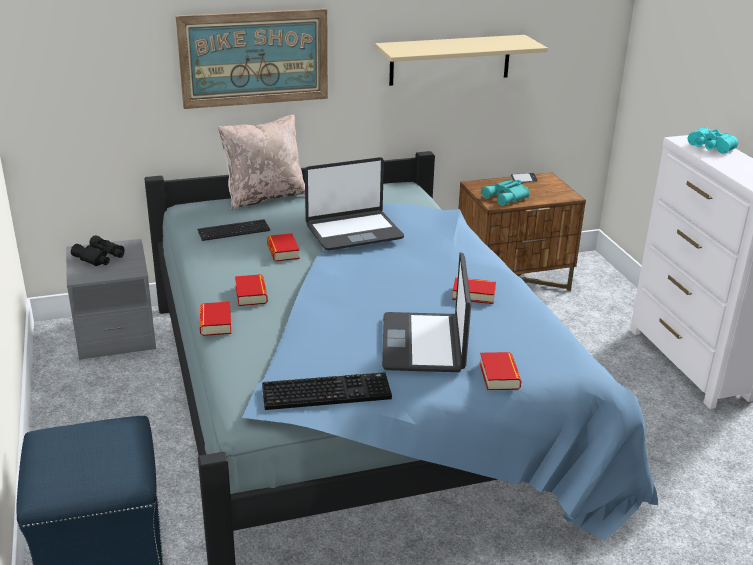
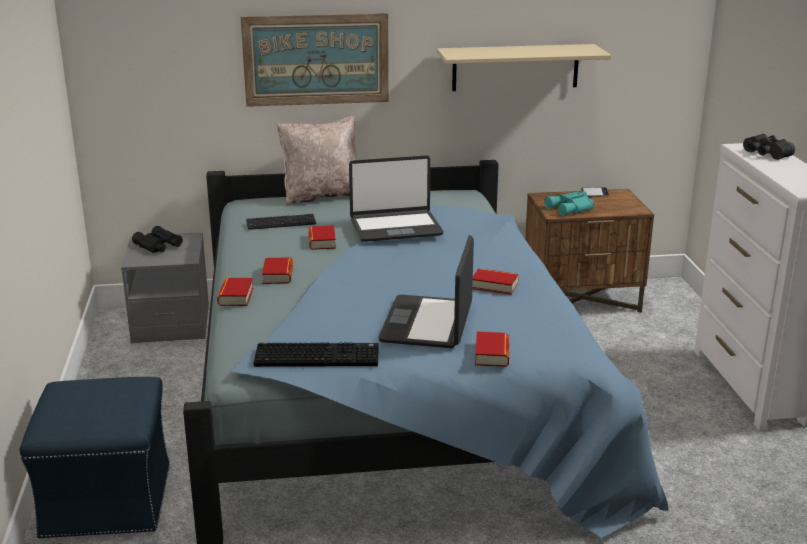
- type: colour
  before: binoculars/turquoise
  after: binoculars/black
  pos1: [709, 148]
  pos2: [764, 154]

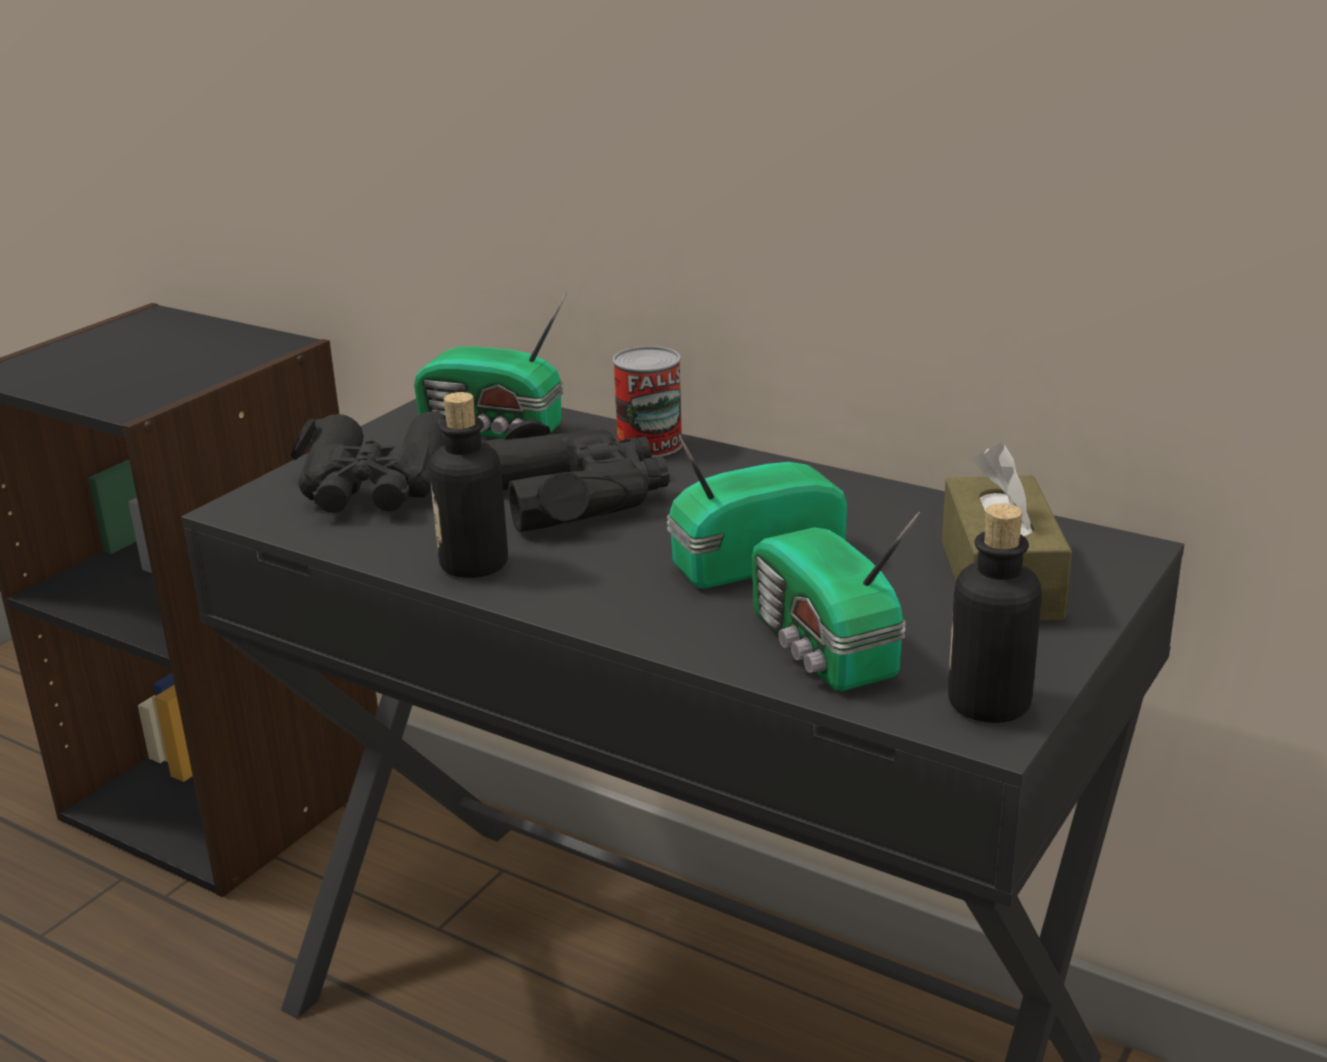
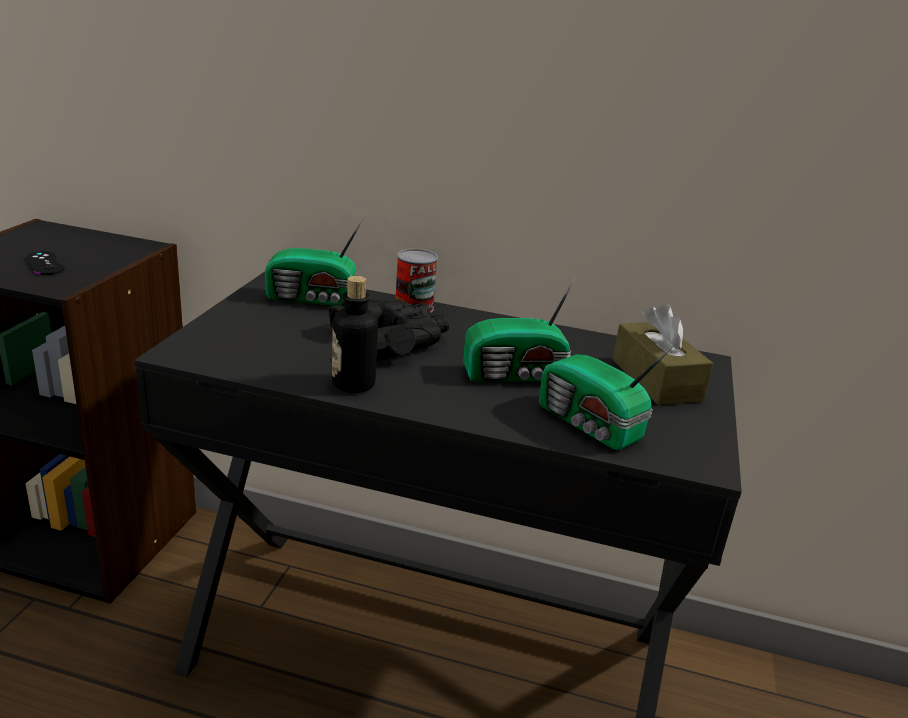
- type: missing
  before: binoculars/black
  pos1: [377, 486]
- type: spun
  before: radio
  pos1: [751, 561]
  pos2: [517, 375]
  turn: -150
- type: missing
  before: bottle
  pos1: [989, 703]
- type: appeared
  after: game controller/black
  pos2: [44, 263]

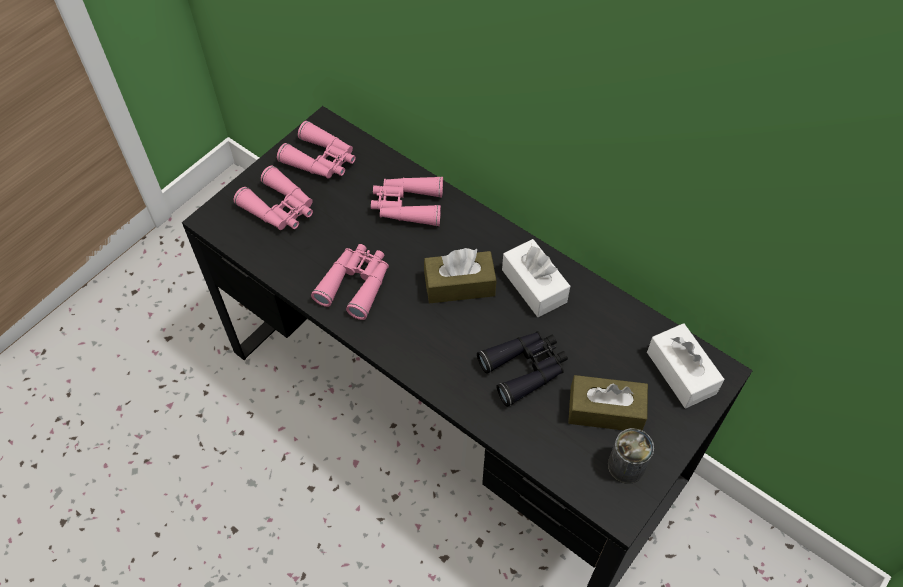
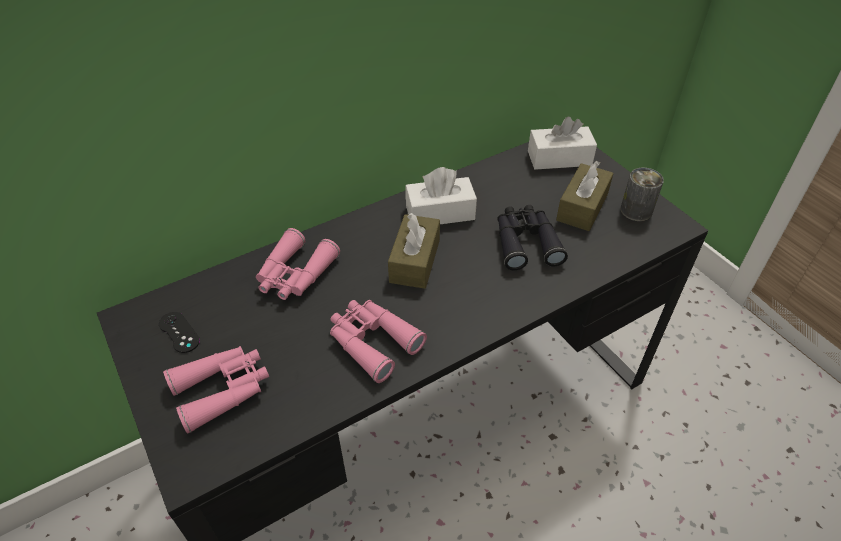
- type: exchanged
  before: binoculars/pink
  after: game controller/black
  pos1: [321, 160]
  pos2: [179, 332]

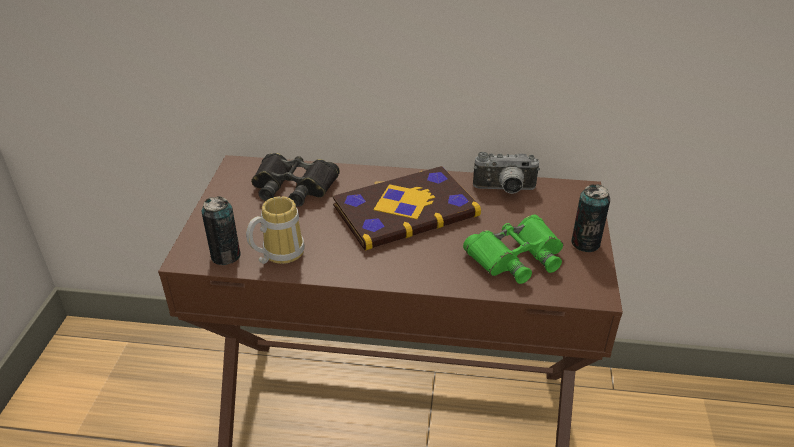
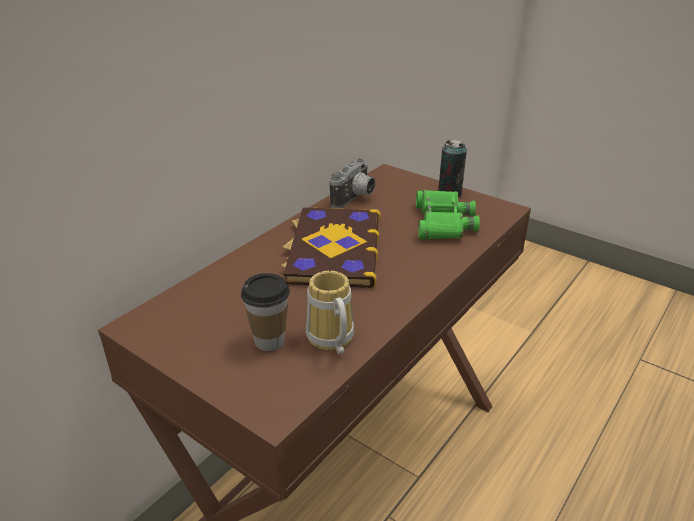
- type: missing
  before: can
  pos1: [226, 256]
- type: missing
  before: binoculars/black
  pos1: [293, 186]
- type: appeared
  after: cup
  pos2: [269, 341]

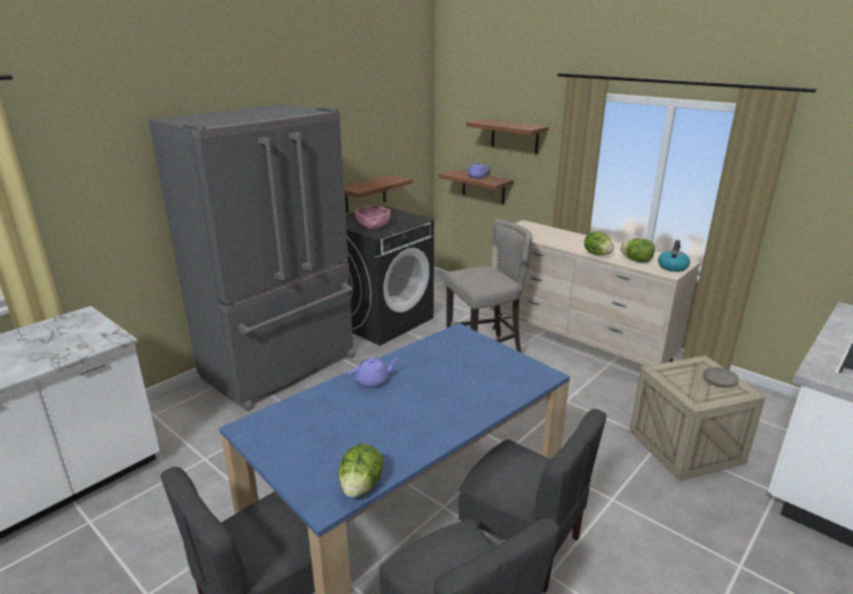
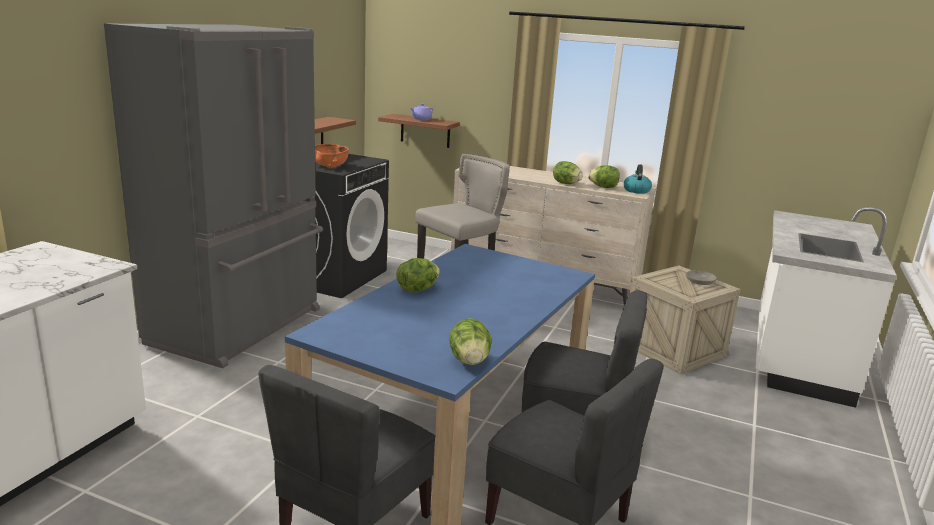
- type: exchanged
  before: teapot/purple
  after: lettuce
  pos1: [373, 381]
  pos2: [417, 290]
- type: colour
  before: bowl/pink
  after: bowl/orange
  pos1: [373, 226]
  pos2: [329, 166]
- type: missing
  before: shelf/brown
  pos1: [514, 136]

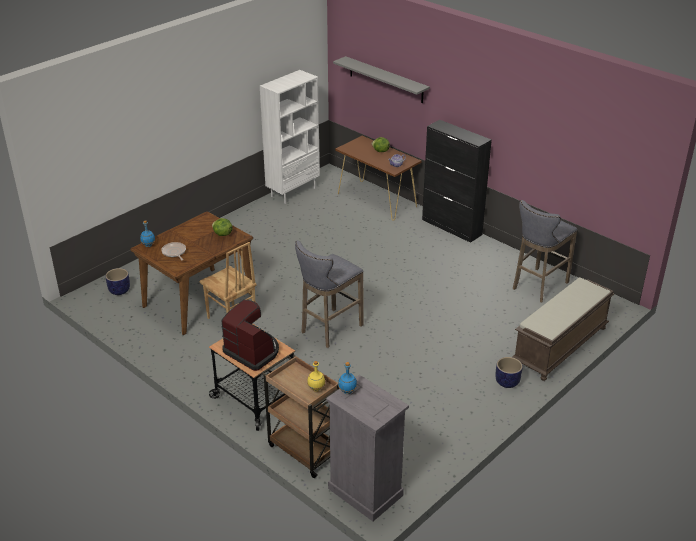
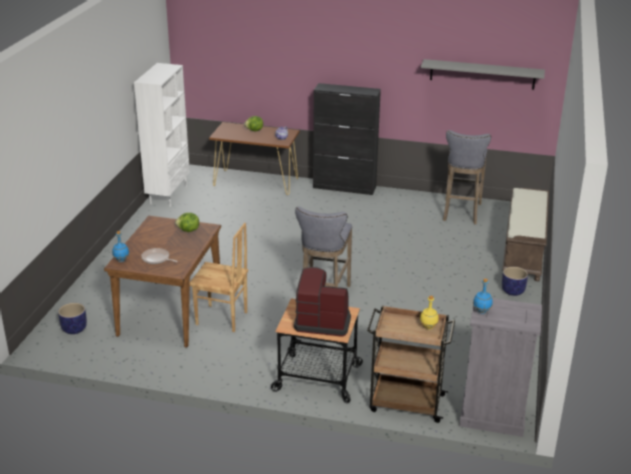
- type: relocated
  before: shelf/grey
  pos1: [386, 80]
  pos2: [482, 74]

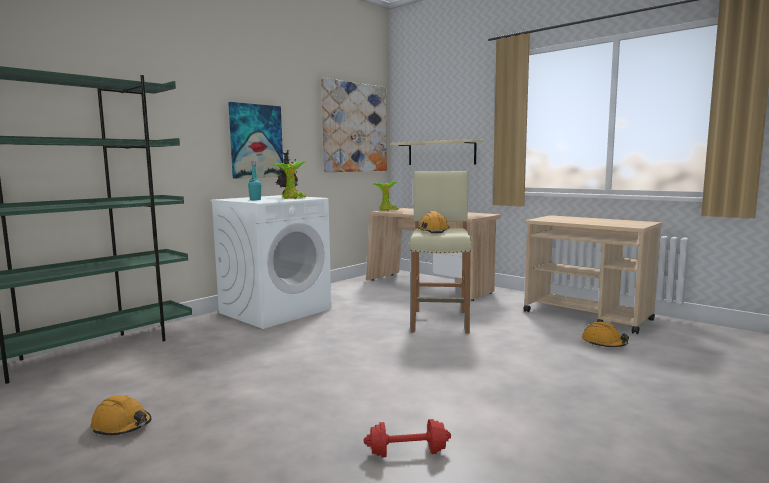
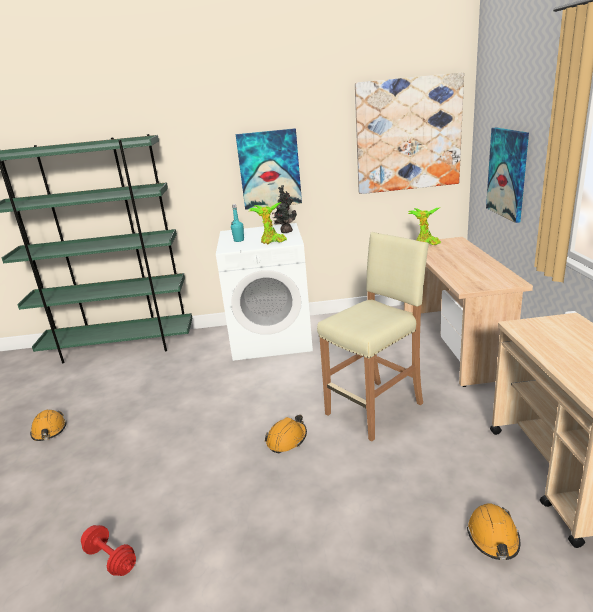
- type: exchanged
  before: shelf/beige
  after: picture
  pos1: [441, 153]
  pos2: [507, 173]
- type: relocated
  before: hard hat/orange
  pos1: [433, 230]
  pos2: [287, 439]

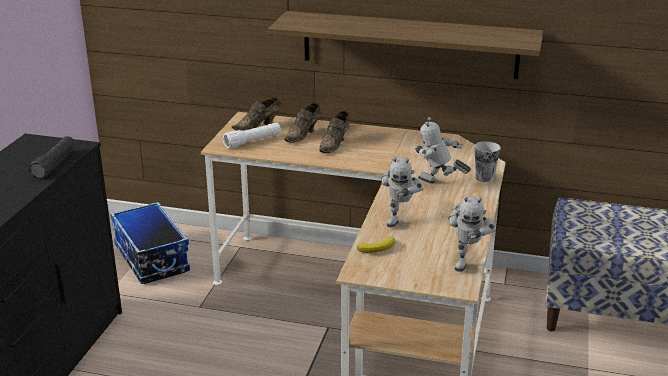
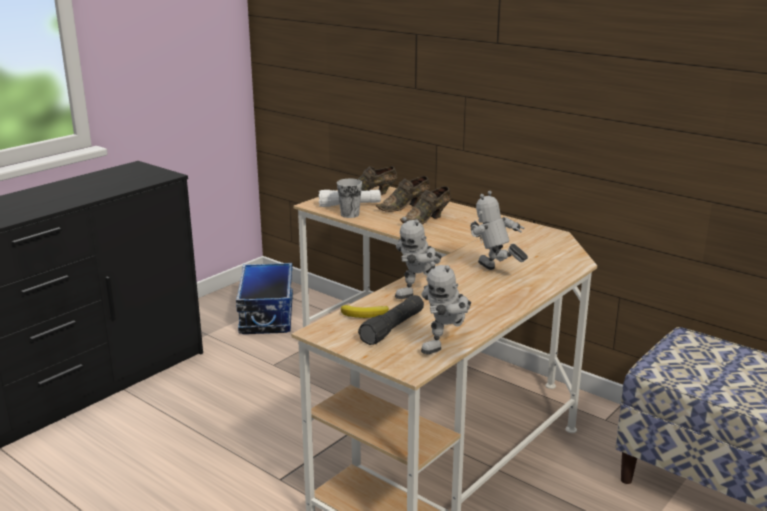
- type: relocated
  before: flashlight/black
  pos1: [55, 164]
  pos2: [393, 328]
- type: missing
  before: shelf
  pos1: [409, 44]
- type: relocated
  before: cup
  pos1: [484, 177]
  pos2: [350, 214]

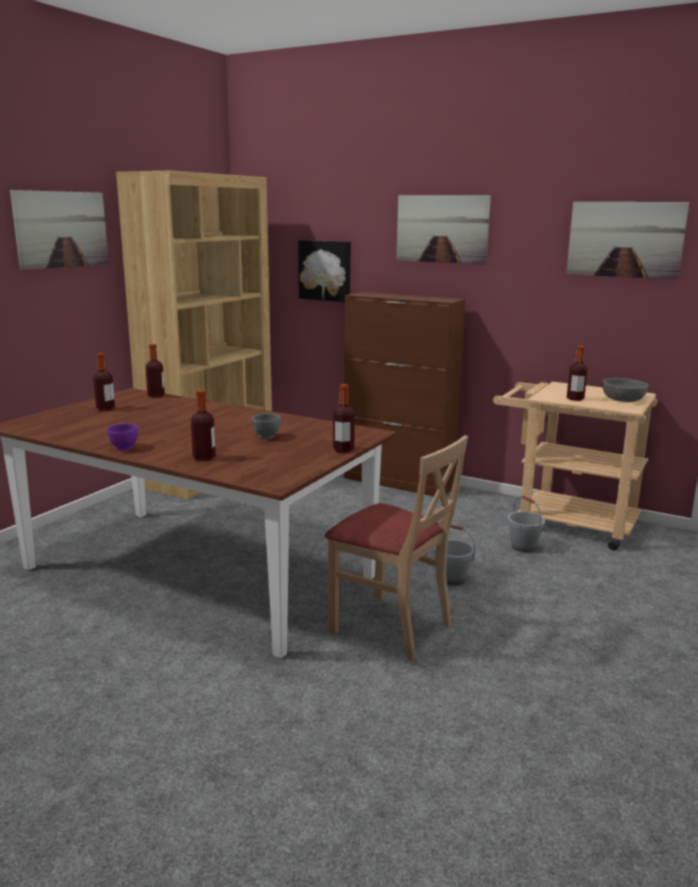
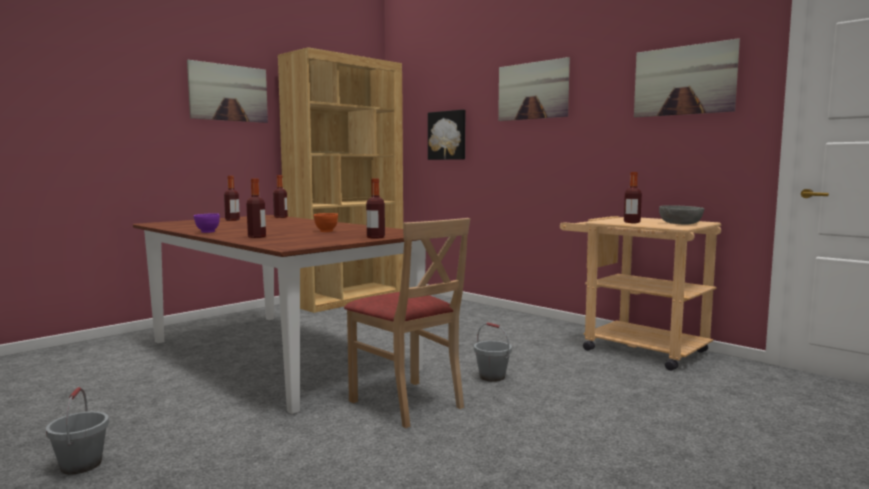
- type: colour
  before: bowl/grey
  after: bowl/orange
  pos1: [266, 436]
  pos2: [326, 231]
- type: missing
  before: cabinet/brown
  pos1: [399, 482]
- type: relocated
  before: bucket/grey
  pos1: [524, 547]
  pos2: [81, 465]

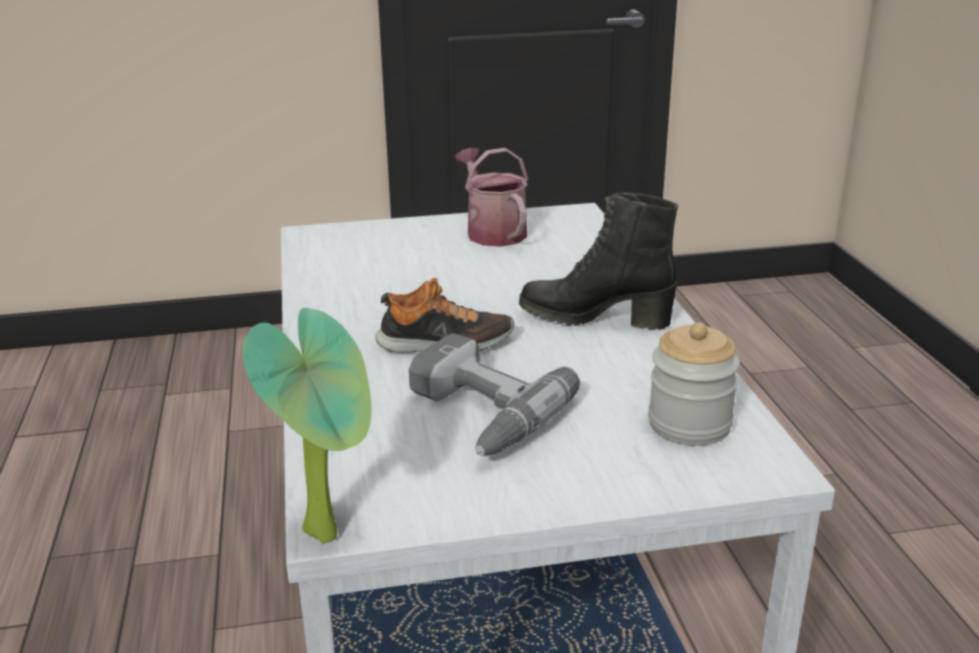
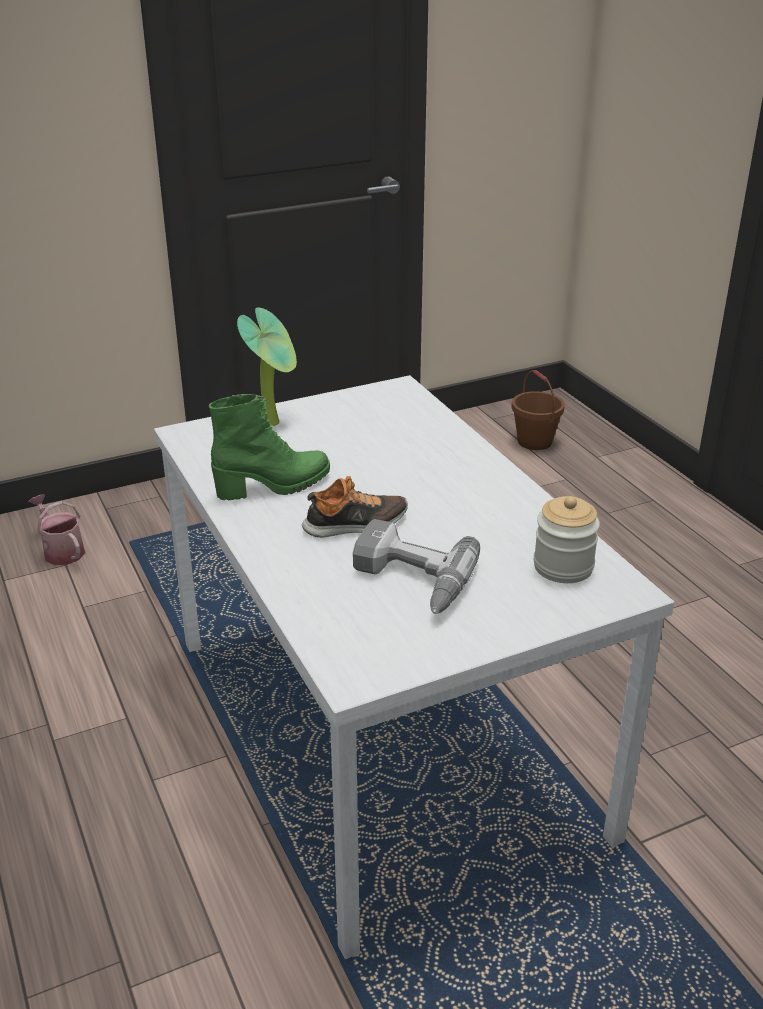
- type: relocated
  before: potted plant
  pos1: [330, 531]
  pos2: [274, 421]
- type: relocated
  before: watering can
  pos1: [492, 231]
  pos2: [61, 550]
- type: missing
  before: boot/black
  pos1: [595, 317]
- type: appeared
  after: boot/green
  pos2: [274, 486]
- type: appeared
  after: bucket/brown
  pos2: [535, 441]

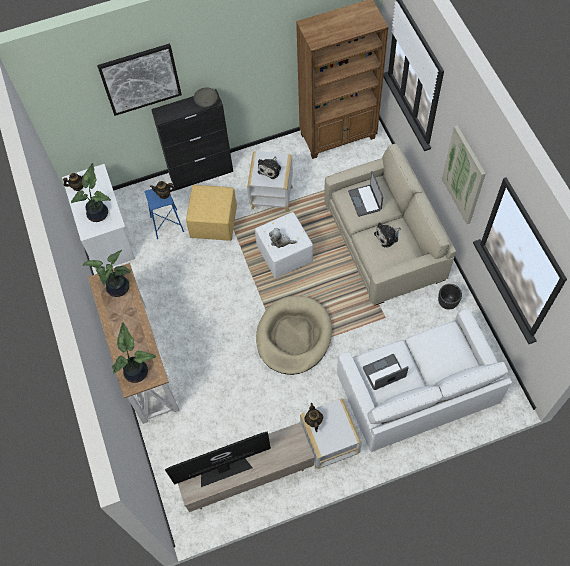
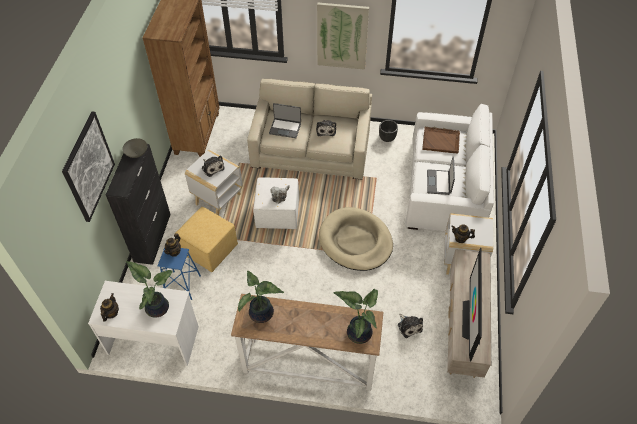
- type: appeared
  after: plush toy
  pos2: [409, 326]
- type: appeared
  after: tray/brown
  pos2: [441, 141]

